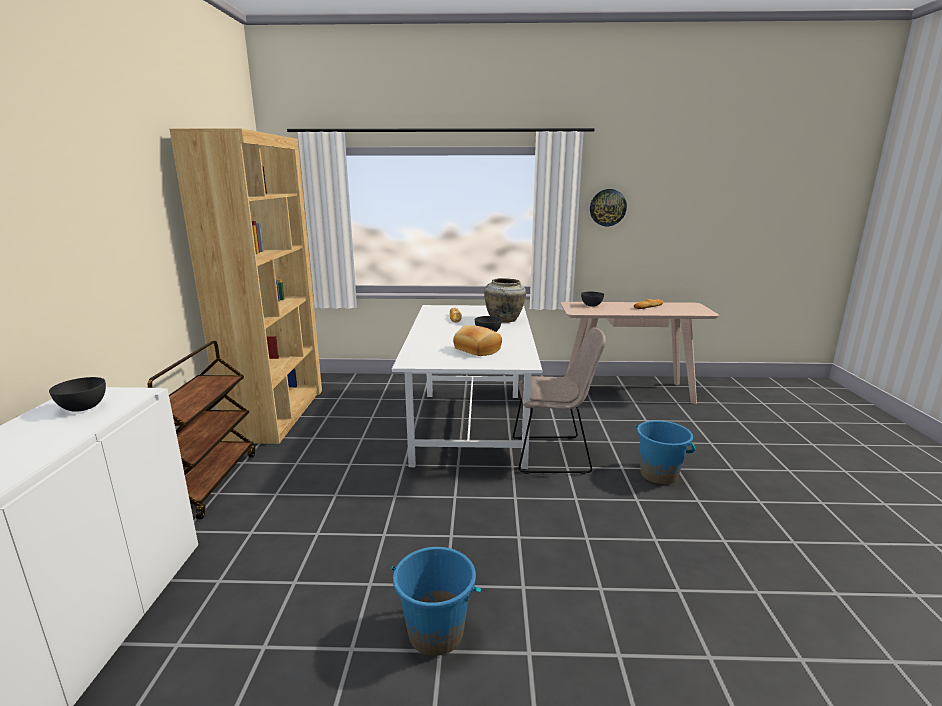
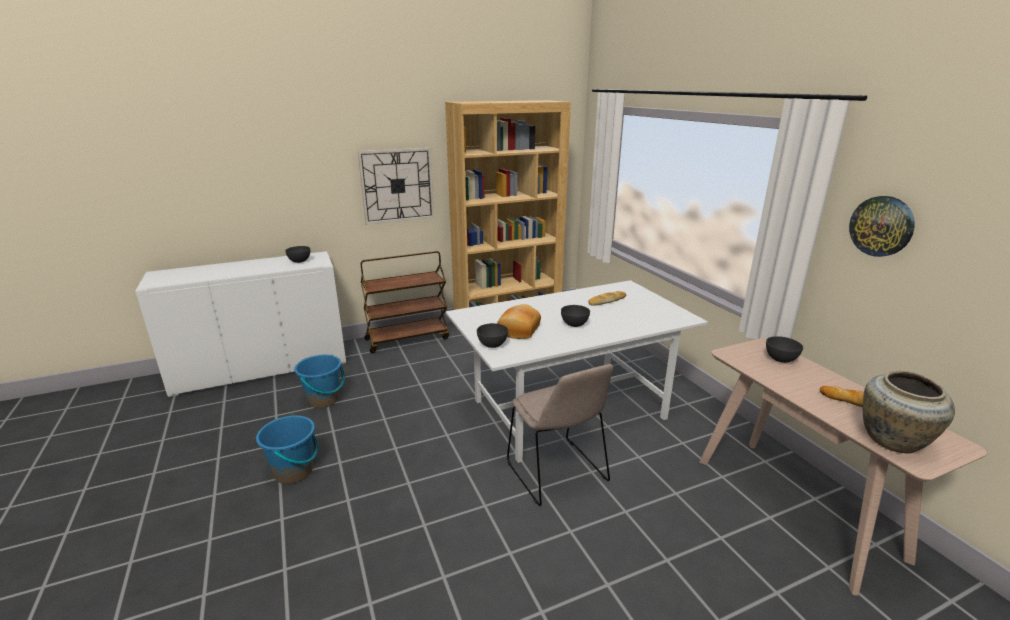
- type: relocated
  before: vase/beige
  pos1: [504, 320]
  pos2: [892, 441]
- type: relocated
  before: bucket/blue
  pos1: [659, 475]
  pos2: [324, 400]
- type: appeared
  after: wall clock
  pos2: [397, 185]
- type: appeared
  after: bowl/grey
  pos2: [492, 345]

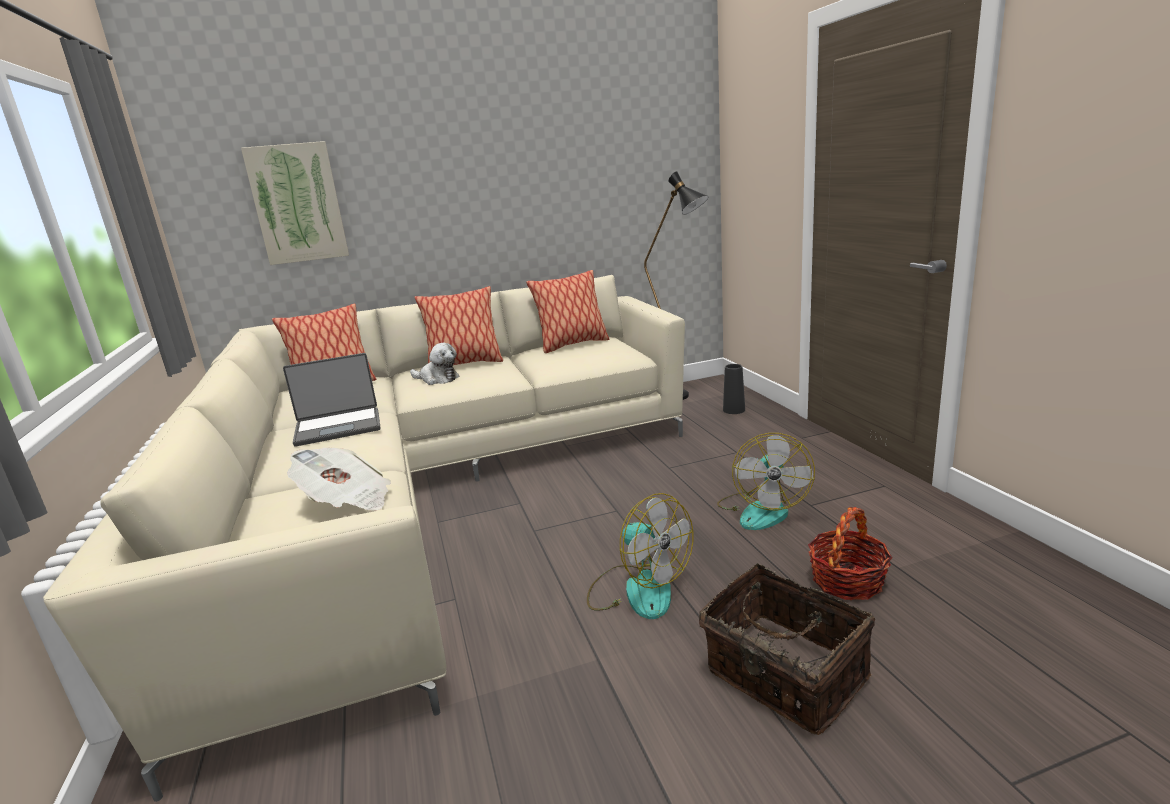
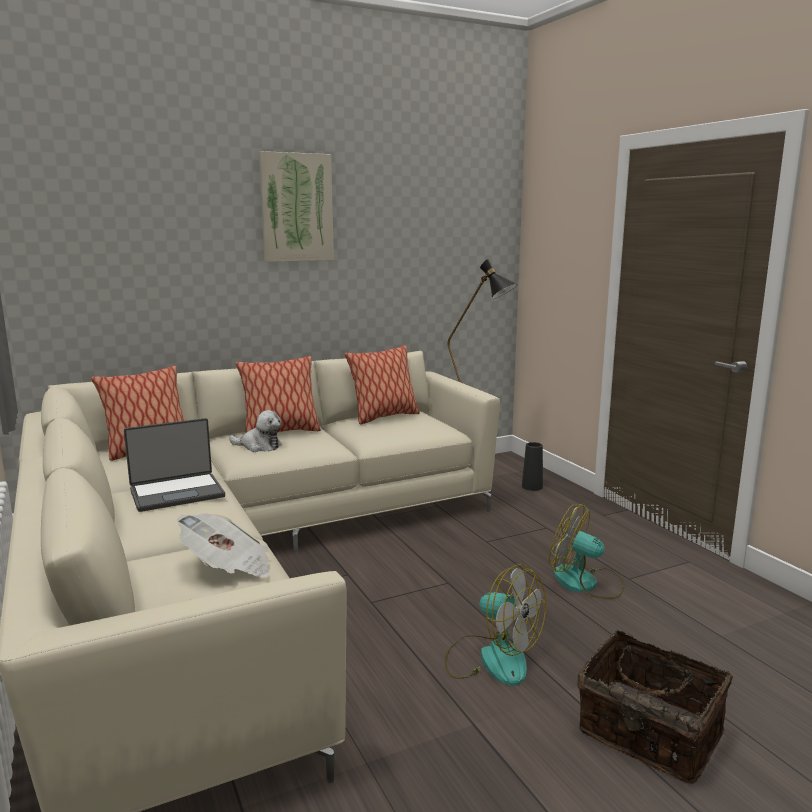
- type: relocated
  before: picture
  pos1: [297, 203]
  pos2: [296, 208]
- type: spun
  before: fan
  pos1: [762, 510]
  pos2: [585, 583]
  turn: 120
- type: missing
  before: basket
  pos1: [847, 581]

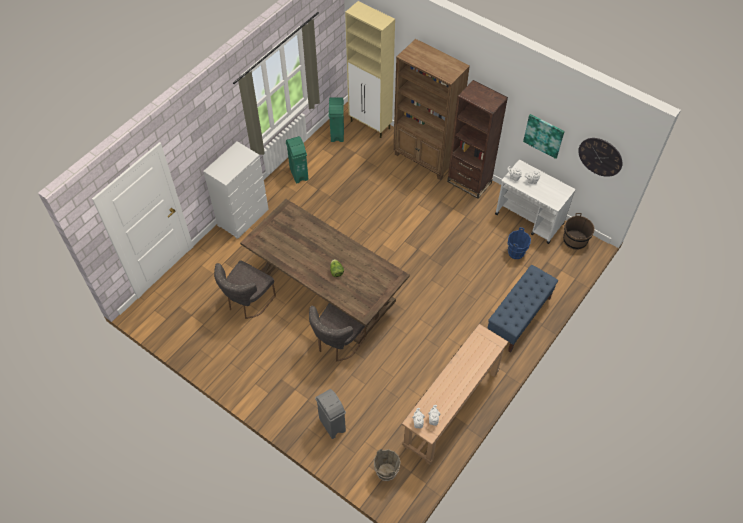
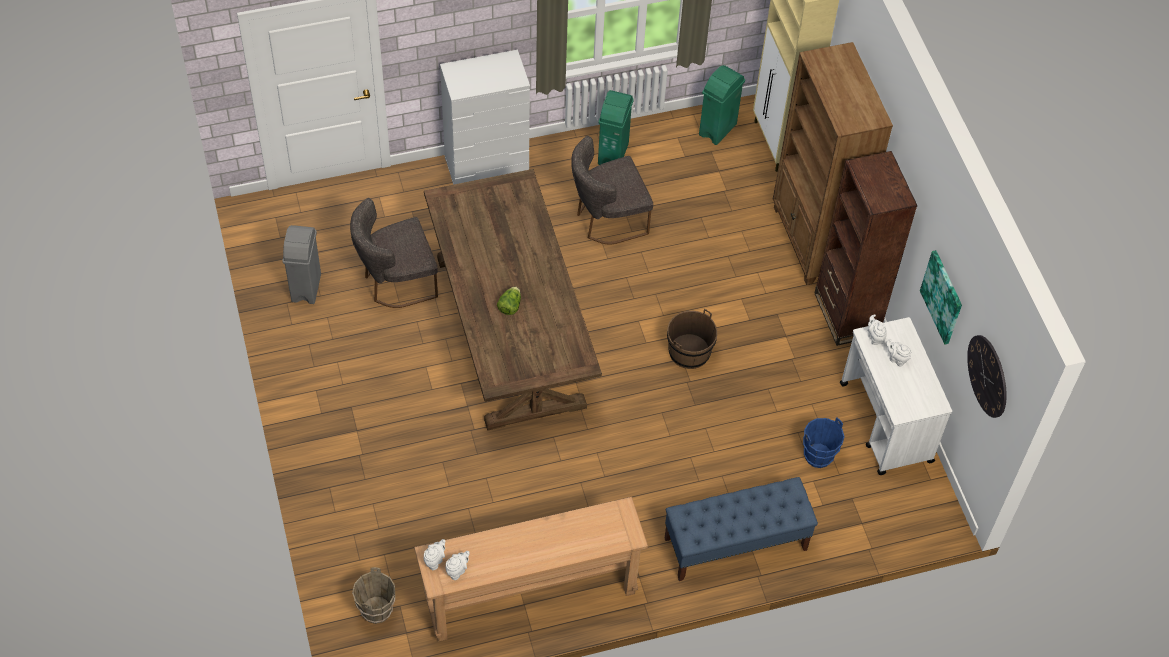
- type: relocated
  before: chair/grey
  pos1: [337, 343]
  pos2: [607, 220]
- type: relocated
  before: trash can/grey
  pos1: [332, 425]
  pos2: [306, 288]
- type: relocated
  before: bucket/brown
  pos1: [575, 240]
  pos2: [689, 352]

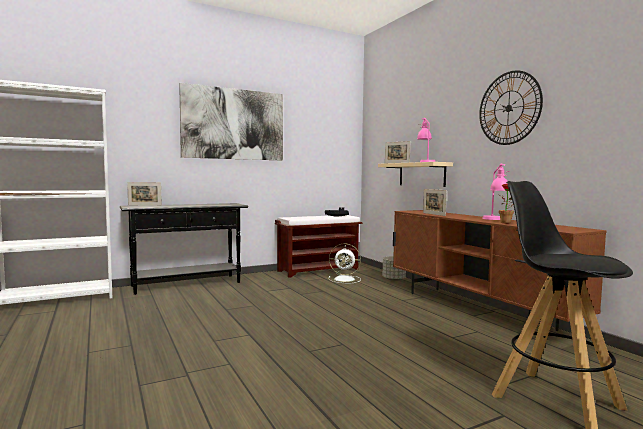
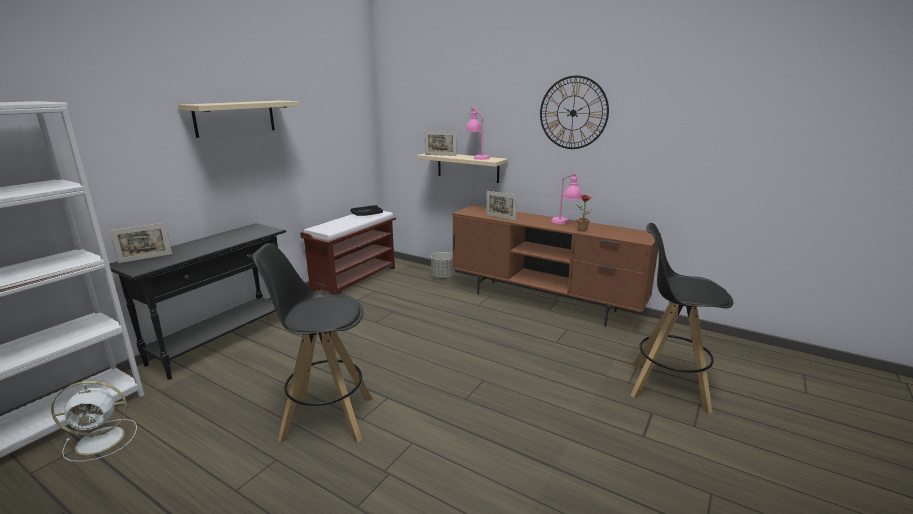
- type: exchanged
  before: picture
  after: shelf/beige
  pos1: [233, 124]
  pos2: [235, 118]
- type: relocated
  before: fan/white
  pos1: [345, 279]
  pos2: [102, 440]
- type: appeared
  after: stool/black
  pos2: [326, 418]

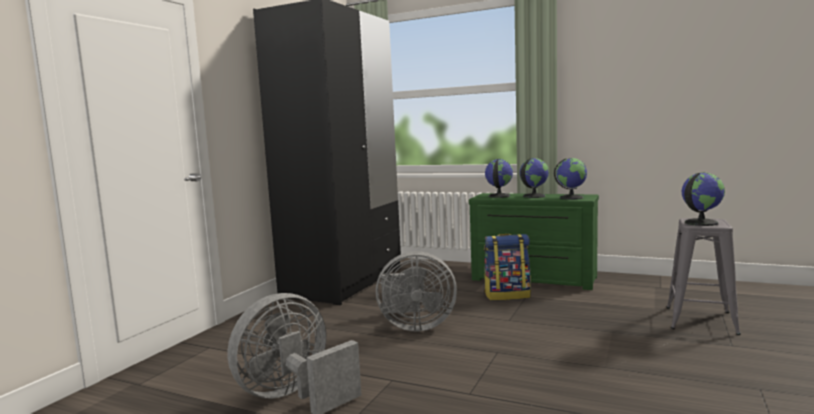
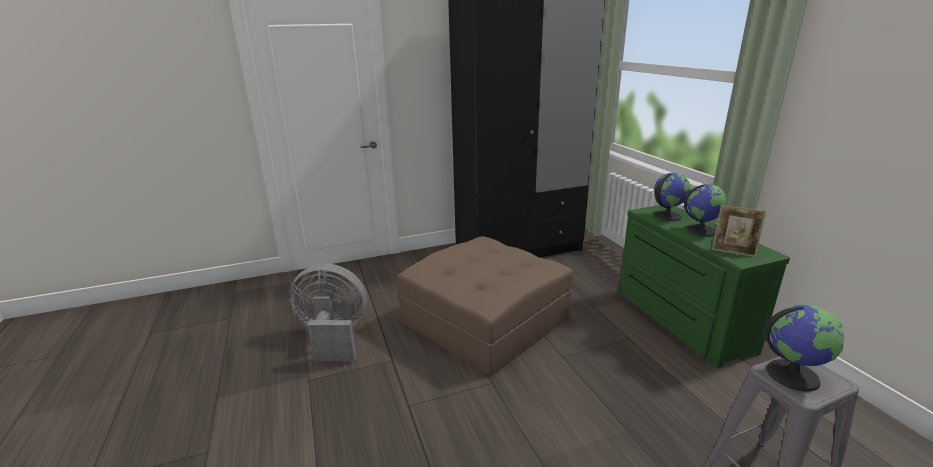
- type: exchanged
  before: fan/grey
  after: ottoman/brown
  pos1: [414, 326]
  pos2: [486, 319]
- type: missing
  before: backpack
  pos1: [507, 295]
- type: exchanged
  before: globe
  after: picture frame
  pos1: [571, 197]
  pos2: [733, 250]

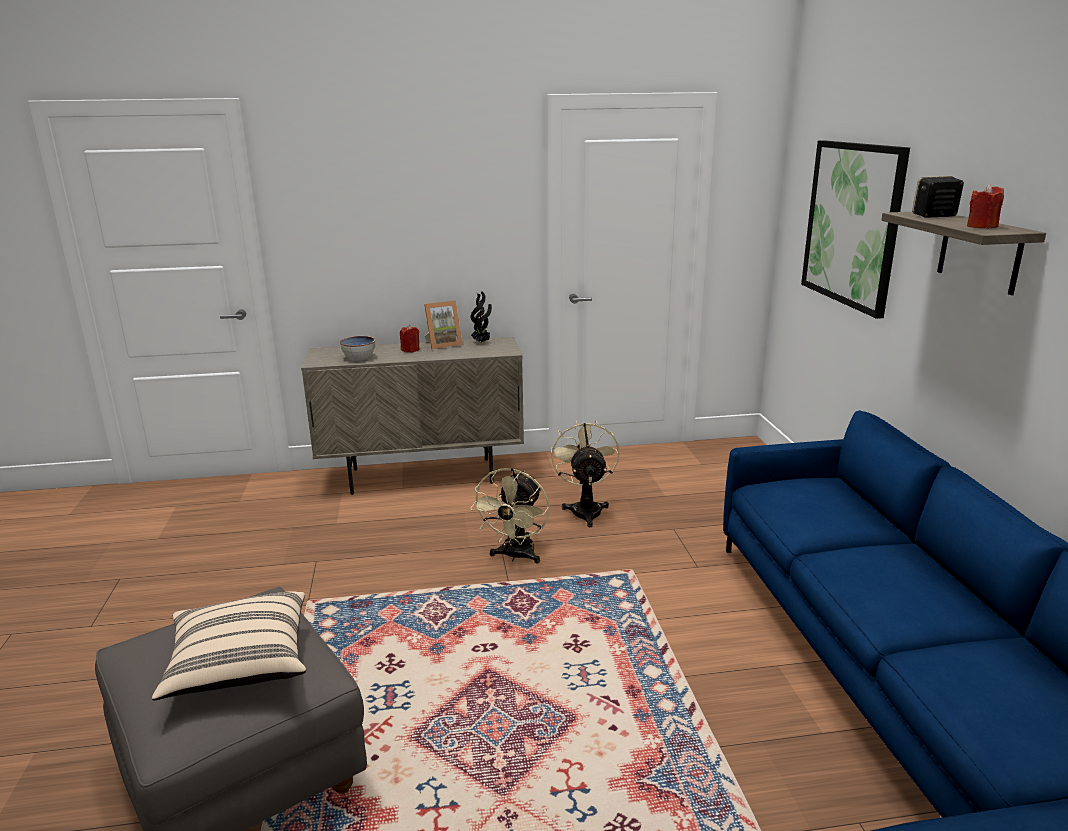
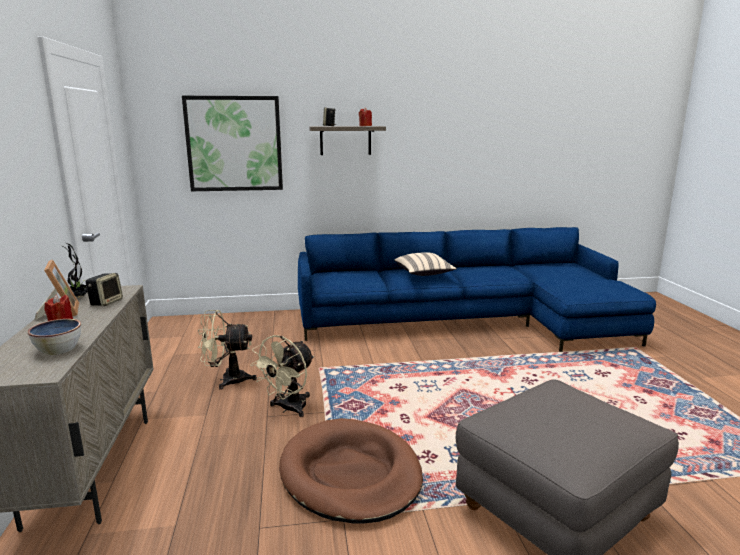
- type: relocated
  before: pillow/beige
  pos1: [240, 664]
  pos2: [424, 274]
- type: spun
  before: fan/beige
  pos1: [515, 556]
  pos2: [288, 409]
  turn: 105
- type: appeared
  after: speaker
  pos2: [106, 302]
- type: appeared
  after: dog bed/brown
  pos2: [350, 474]

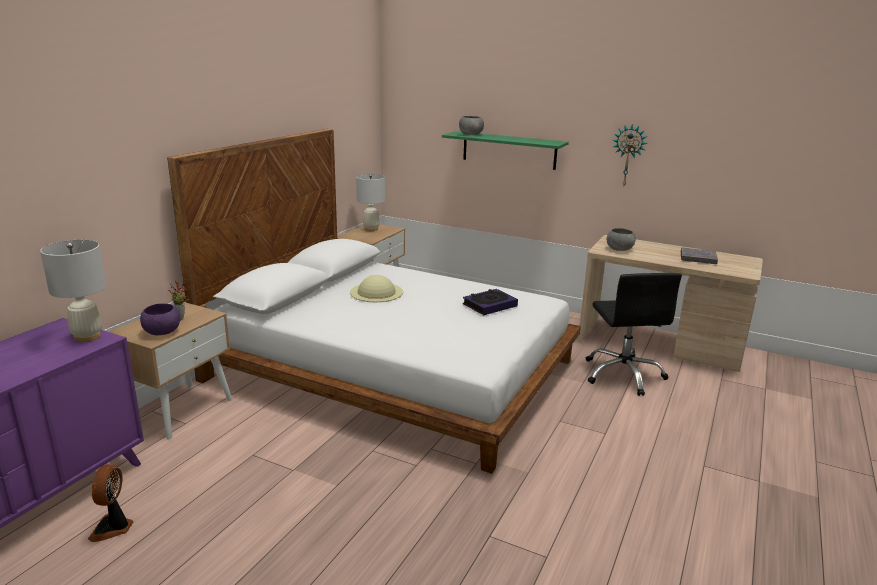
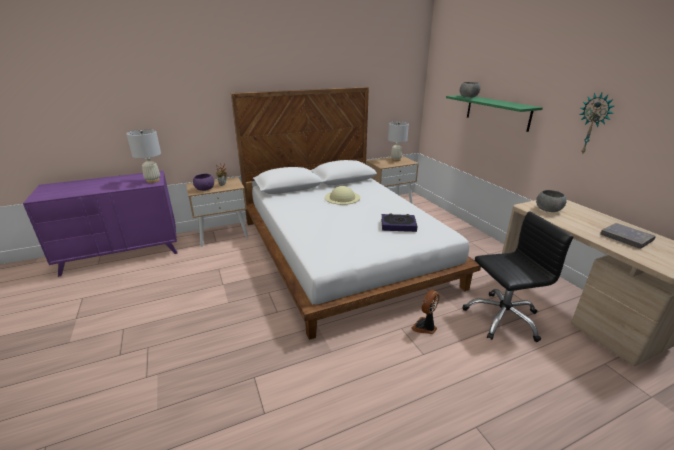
- type: relocated
  before: fan
  pos1: [113, 528]
  pos2: [425, 327]
- type: spun
  before: office chair/black
  pos1: [623, 374]
  pos2: [502, 318]
  turn: -135

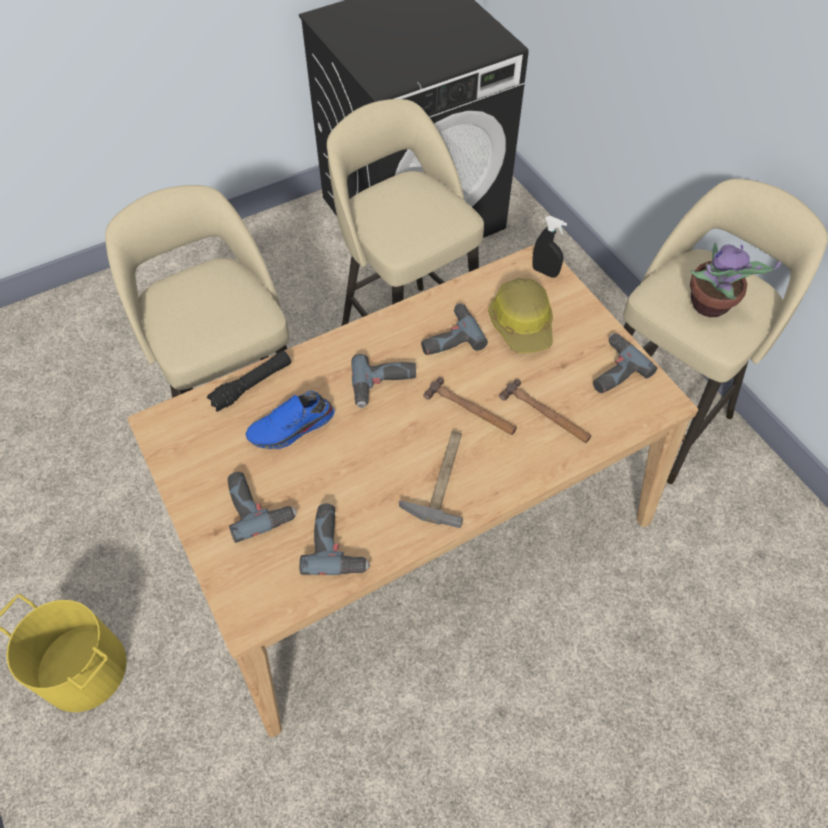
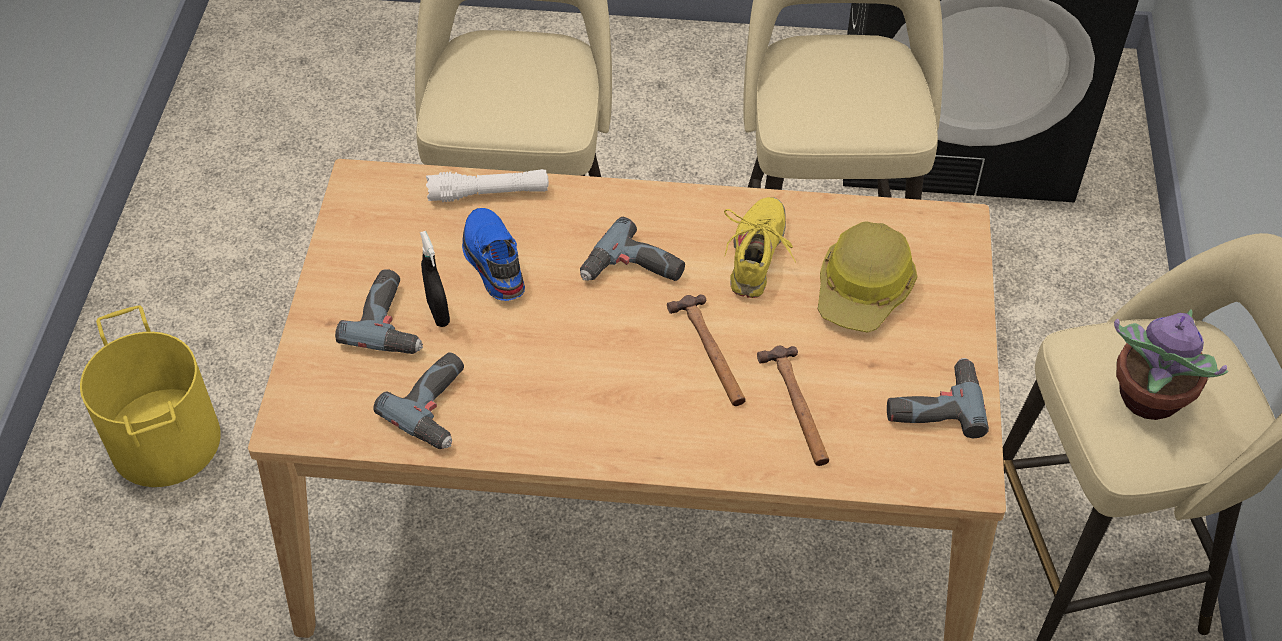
- type: colour
  before: flashlight/black
  after: flashlight/white
  pos1: [252, 385]
  pos2: [489, 193]
- type: spun
  before: shoe/blue
  pos1: [292, 429]
  pos2: [492, 262]
  turn: 60
- type: missing
  before: hammer
  pos1: [441, 477]
- type: exchanged
  before: power drill
  after: shoe/yellow
  pos1: [448, 336]
  pos2: [758, 255]
- type: relocated
  before: spray bottle/black
  pos1: [545, 272]
  pos2: [438, 313]

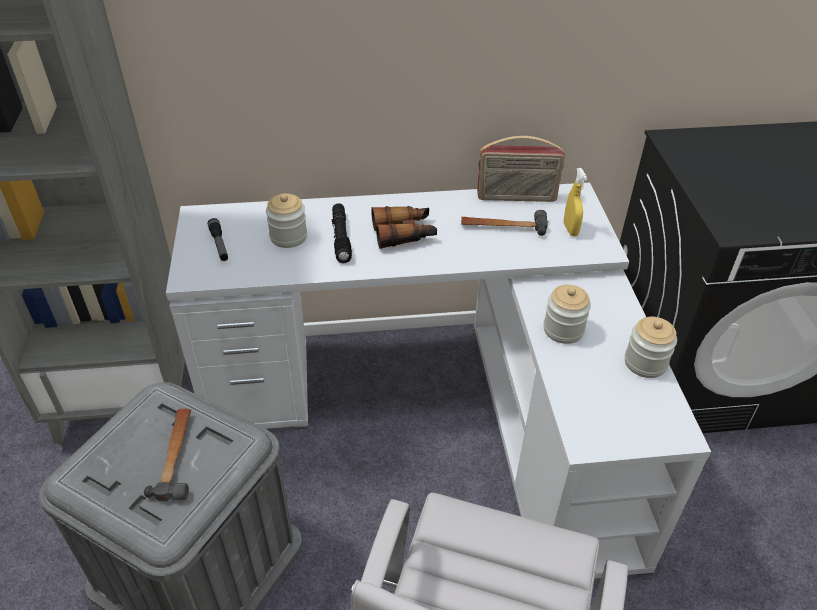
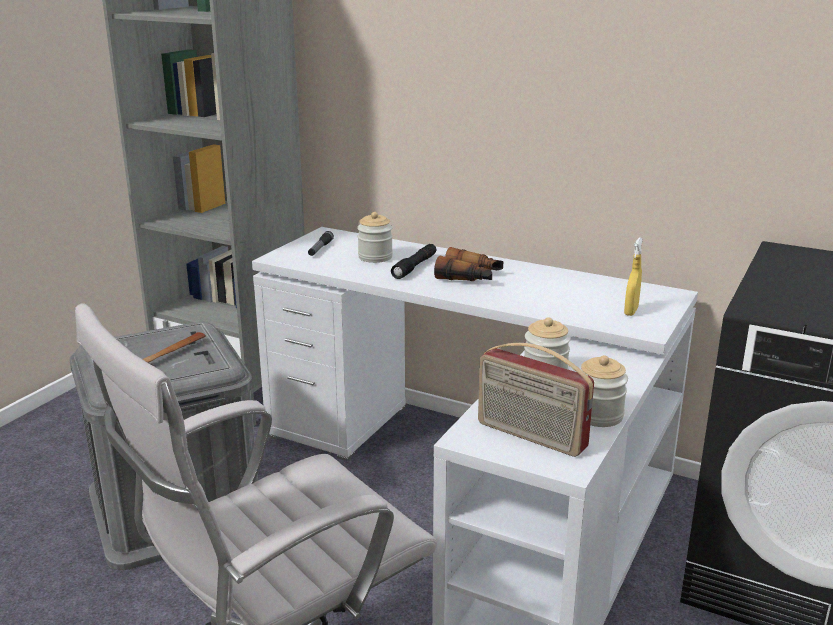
- type: missing
  before: hammer
  pos1: [503, 226]
- type: relocated
  before: radio
  pos1: [516, 197]
  pos2: [530, 436]

